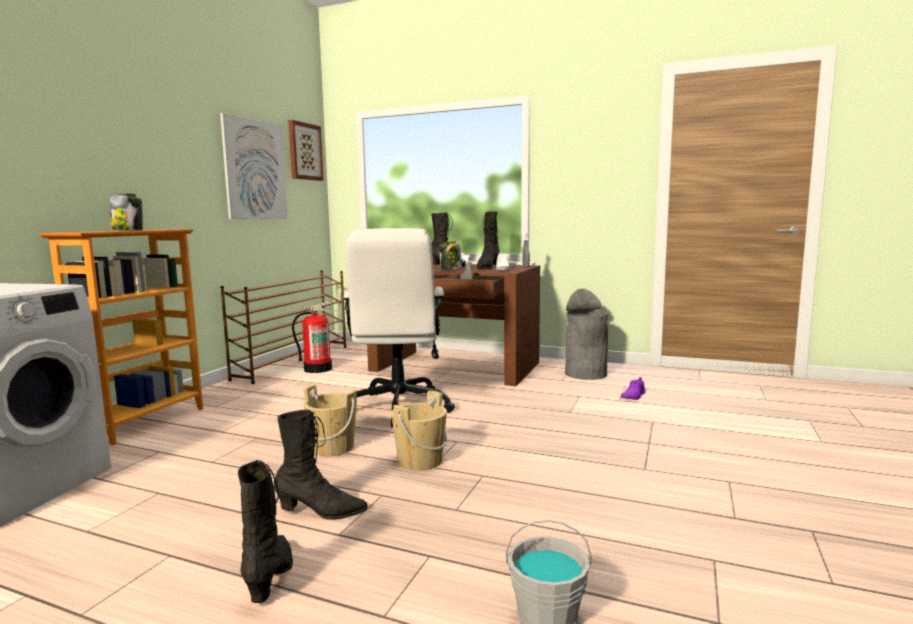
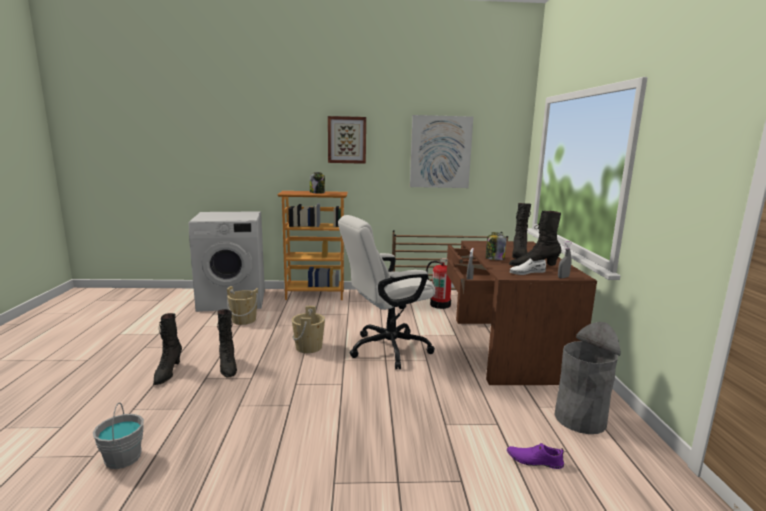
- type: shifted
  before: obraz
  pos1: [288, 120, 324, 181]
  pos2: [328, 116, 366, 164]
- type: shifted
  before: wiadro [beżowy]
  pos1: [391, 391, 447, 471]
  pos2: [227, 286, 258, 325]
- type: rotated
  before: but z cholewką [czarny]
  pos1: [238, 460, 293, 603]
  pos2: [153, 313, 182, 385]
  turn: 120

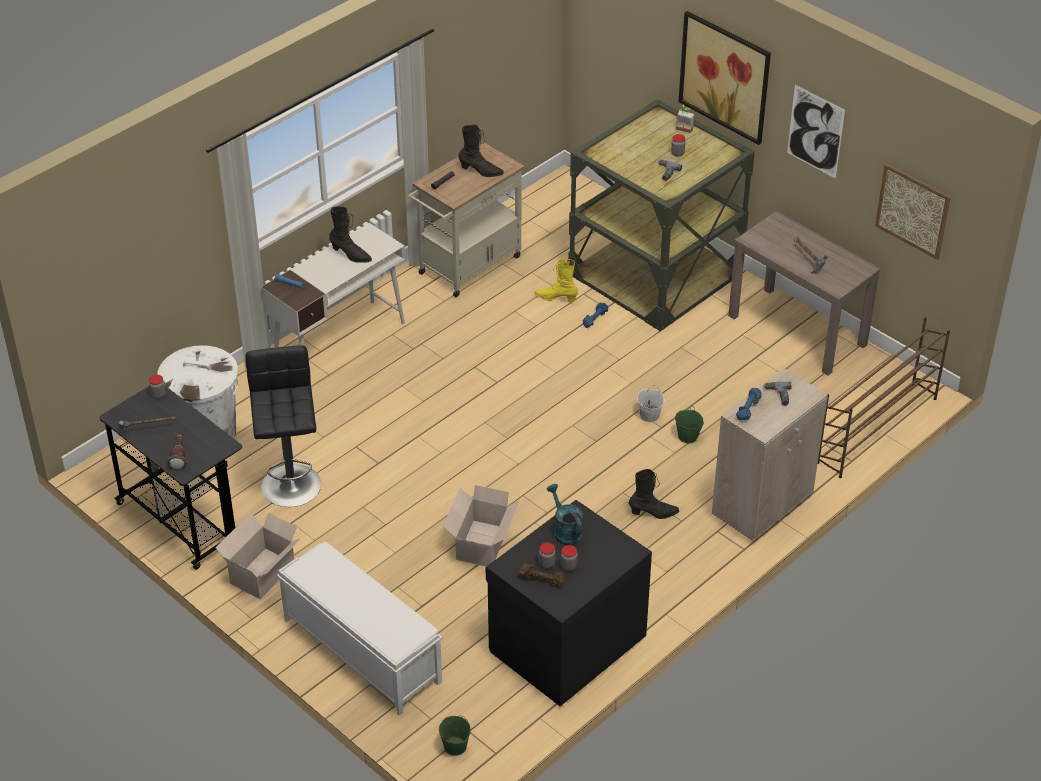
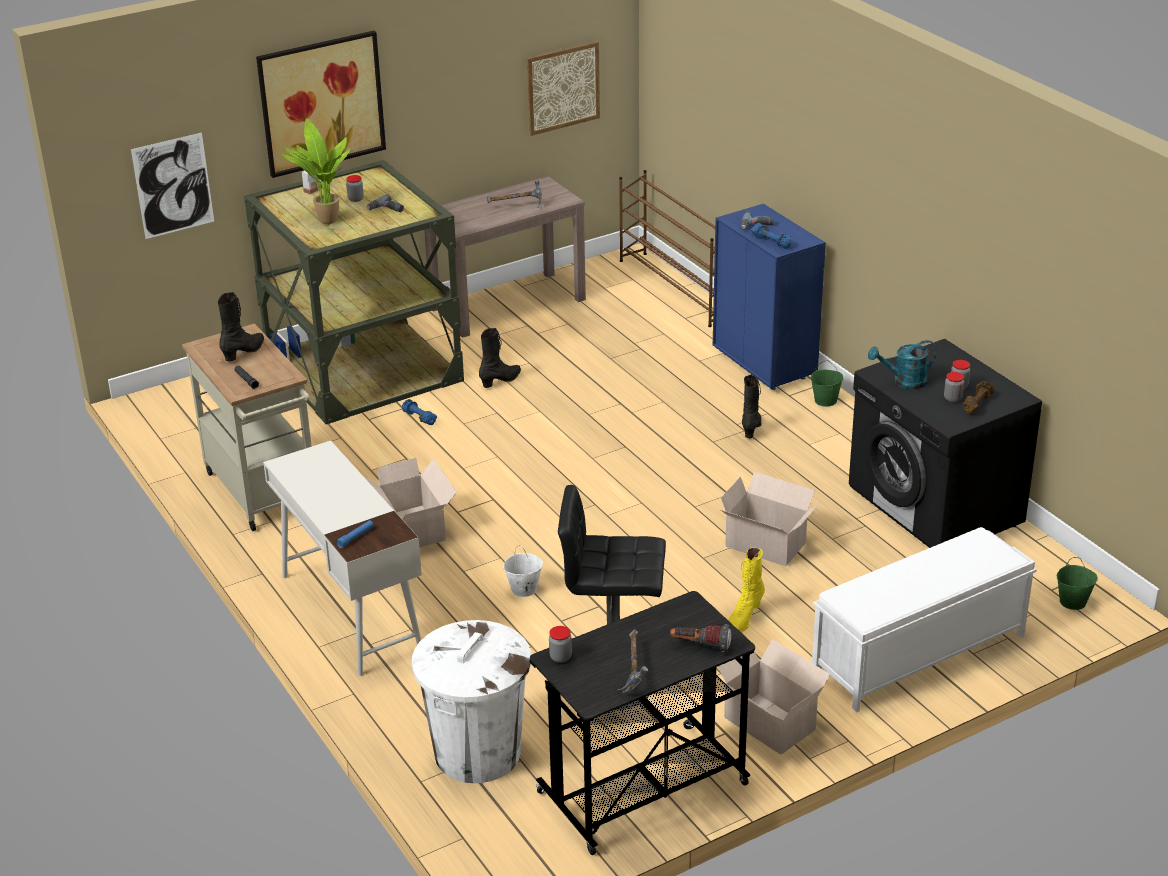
- type: new
  after: roślina doniczkowa
  pos2: [281, 118, 350, 224]
- type: new
  after: karton
  pos2: [363, 458, 457, 548]
- type: shifted
  before: but z cholewką [czarny]
  pos1: [329, 206, 372, 263]
  pos2: [479, 328, 521, 388]
- type: shifted
  before: but z cholewką [żółty]
  pos1: [535, 259, 578, 302]
  pos2: [729, 548, 765, 633]
- type: shifted
  before: wiadro [biały]
  pos1: [637, 386, 664, 422]
  pos2: [503, 545, 543, 597]
- type: shifted
  before: wiadro [zielony]
  pos1: [675, 406, 704, 443]
  pos2: [811, 360, 843, 407]
- type: shifted
  before: obraz
  pos1: [787, 85, 845, 179]
  pos2: [131, 133, 214, 239]
- type: repainted
  before: szafka [beżowy]
  after: szafka [niebieski]
  pos1: [712, 368, 828, 541]
  pos2: [713, 204, 826, 390]

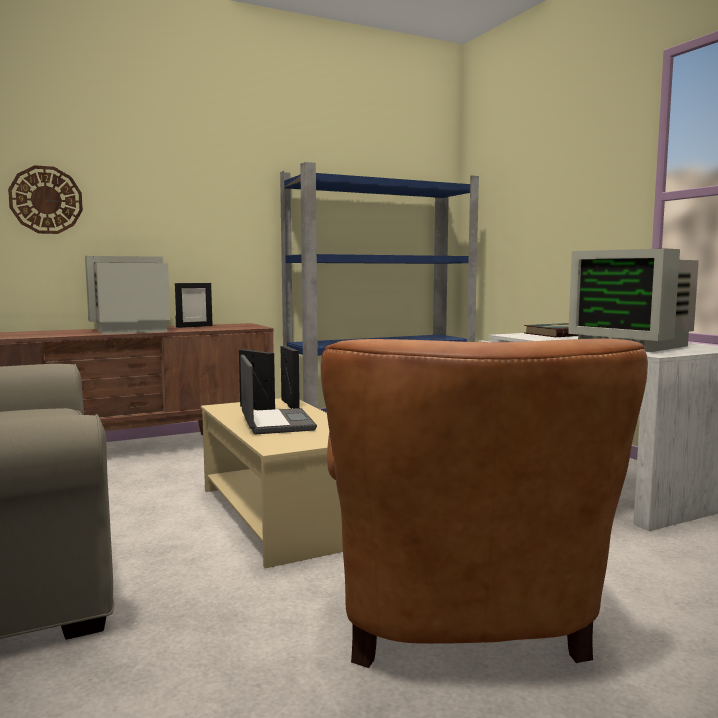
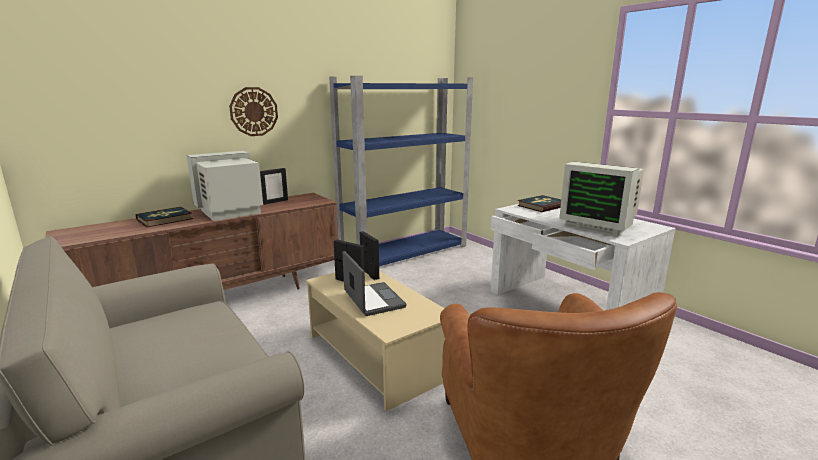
- type: new
  after: książka
  pos2: [135, 207, 193, 228]
- type: shifted
  before: zegar ścienny
  pos1: [8, 165, 83, 234]
  pos2: [229, 87, 278, 136]

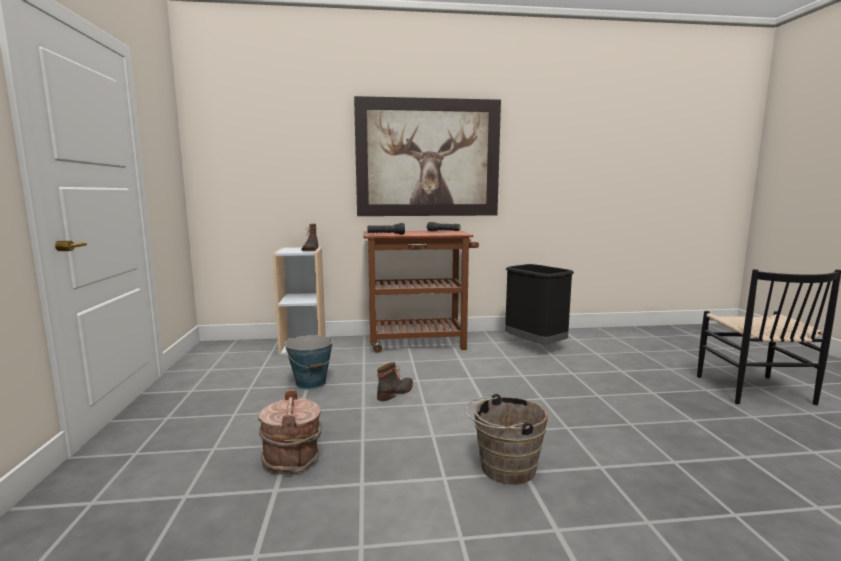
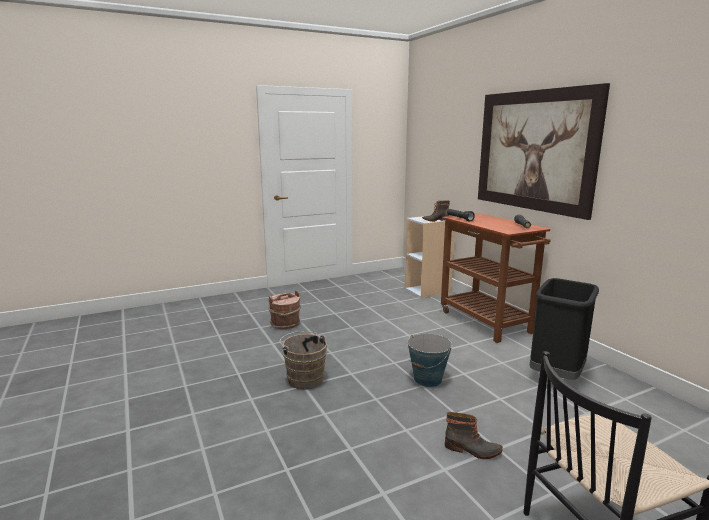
- type: shifted
  before: wiadro
  pos1: [285, 335, 335, 389]
  pos2: [406, 333, 452, 387]
- type: shifted
  before: but z cholewką
  pos1: [377, 362, 413, 401]
  pos2: [445, 412, 503, 459]

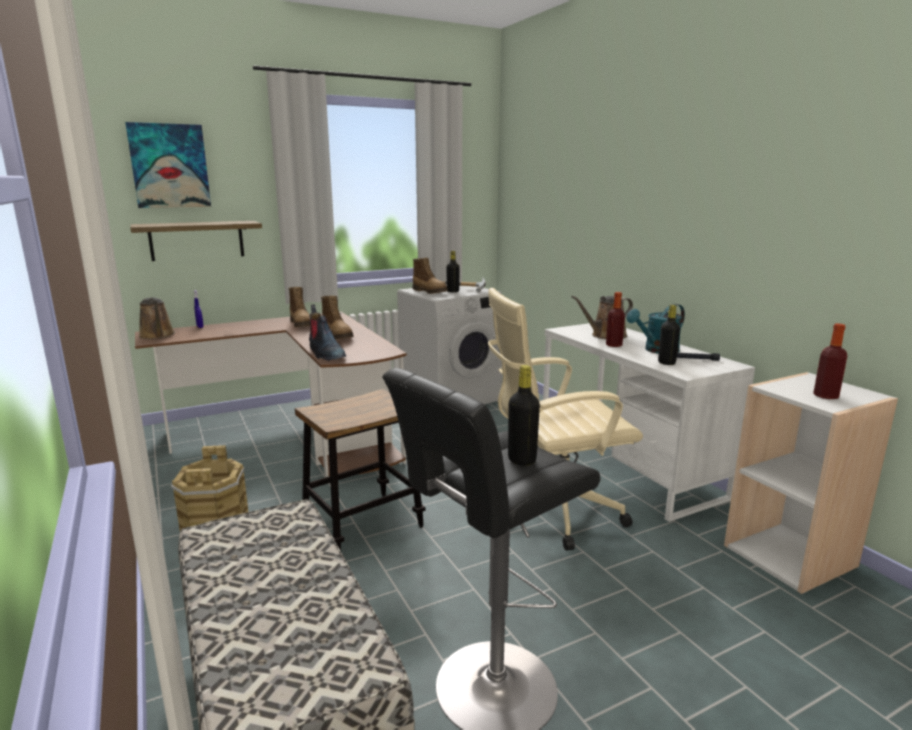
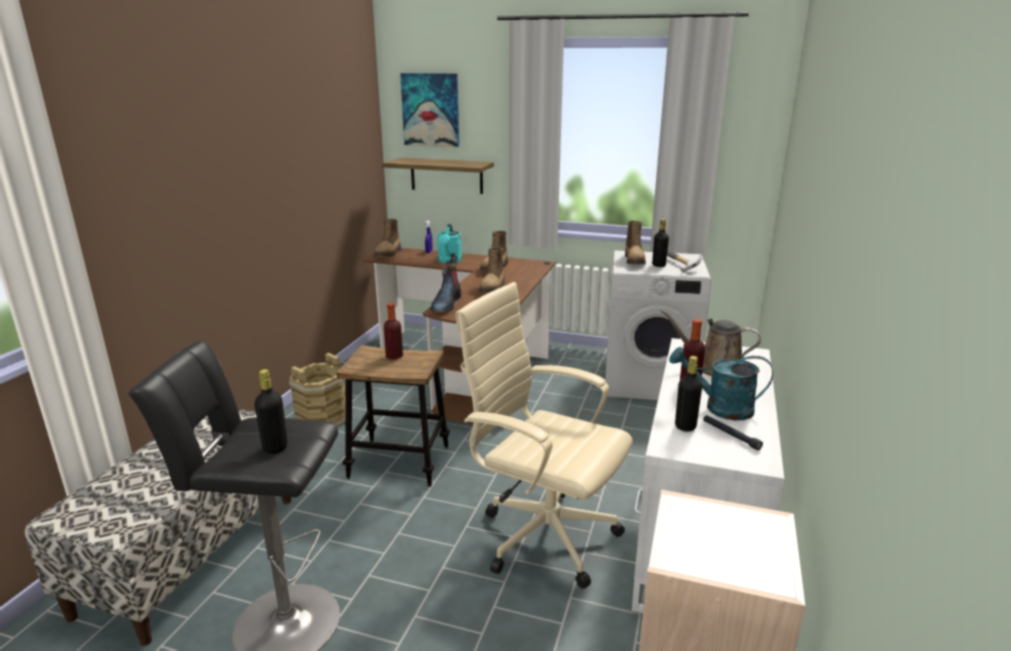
- type: new
  after: konewka [turkusowy]
  pos2: [437, 224, 462, 263]
- type: shifted
  before: butelka
  pos1: [813, 324, 847, 399]
  pos2: [384, 303, 403, 360]
- type: swapped
  before: konewka [brązowy]
  after: but z cholewką
  pos1: [139, 297, 175, 339]
  pos2: [374, 219, 401, 257]

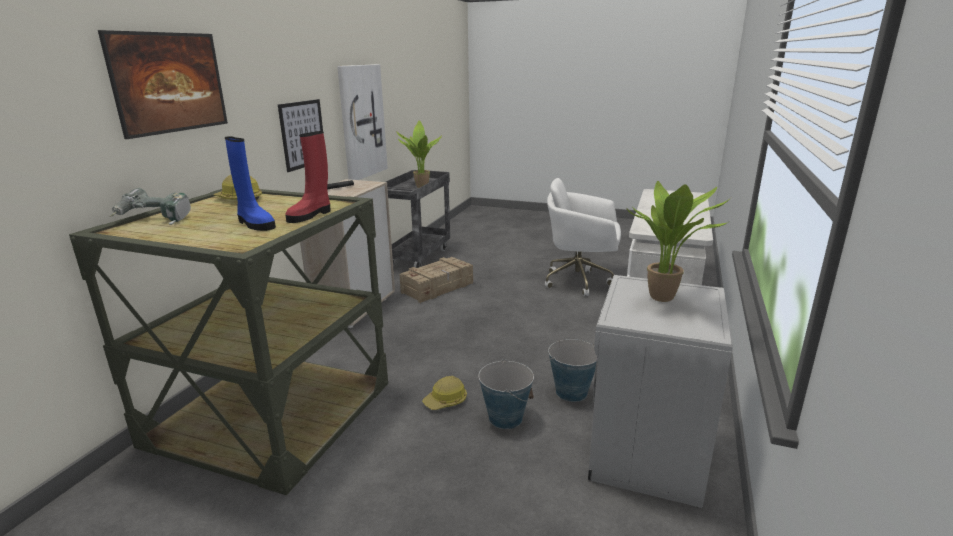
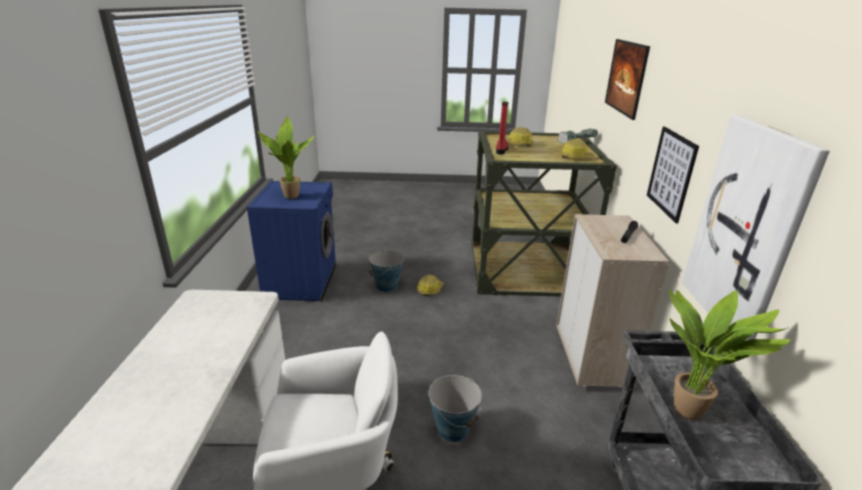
- type: gone
  before: skrzynka
  pos1: [399, 257, 473, 303]
- type: shifted
  before: wiadro
  pos1: [546, 339, 597, 402]
  pos2: [429, 375, 482, 442]
- type: swapped
  before: but z cholewką [niebieski]
  after: kask
  pos1: [225, 136, 276, 231]
  pos2: [505, 127, 534, 146]
- type: repainted
  before: pralka [biały]
  after: pralka [niebieski]
  pos1: [588, 275, 733, 508]
  pos2: [247, 181, 336, 301]

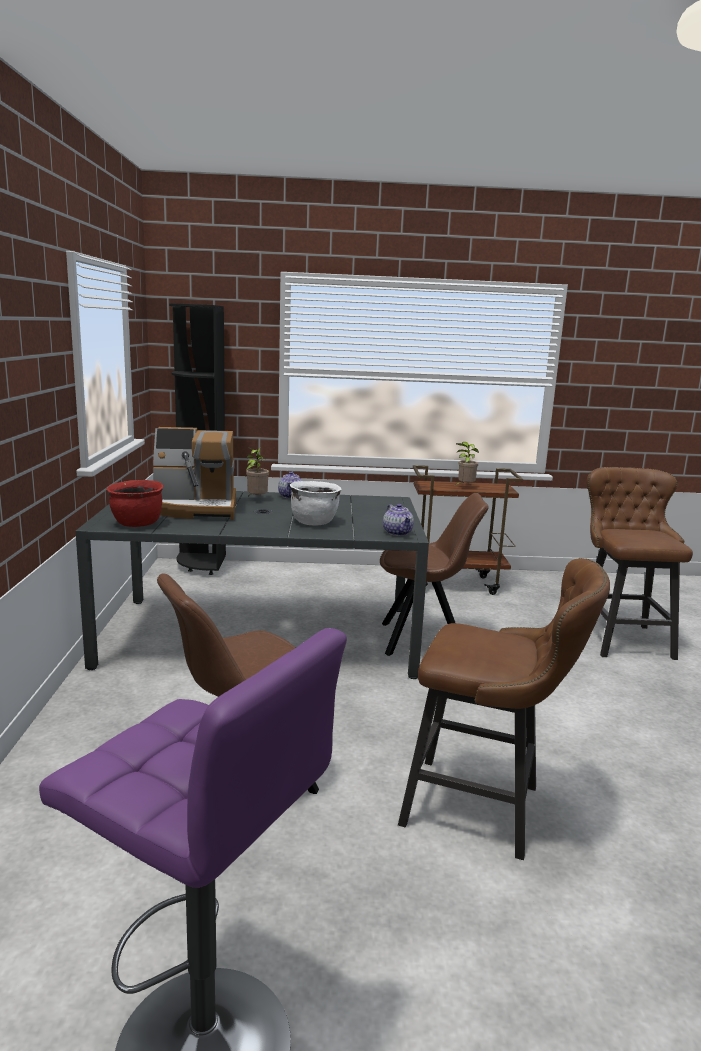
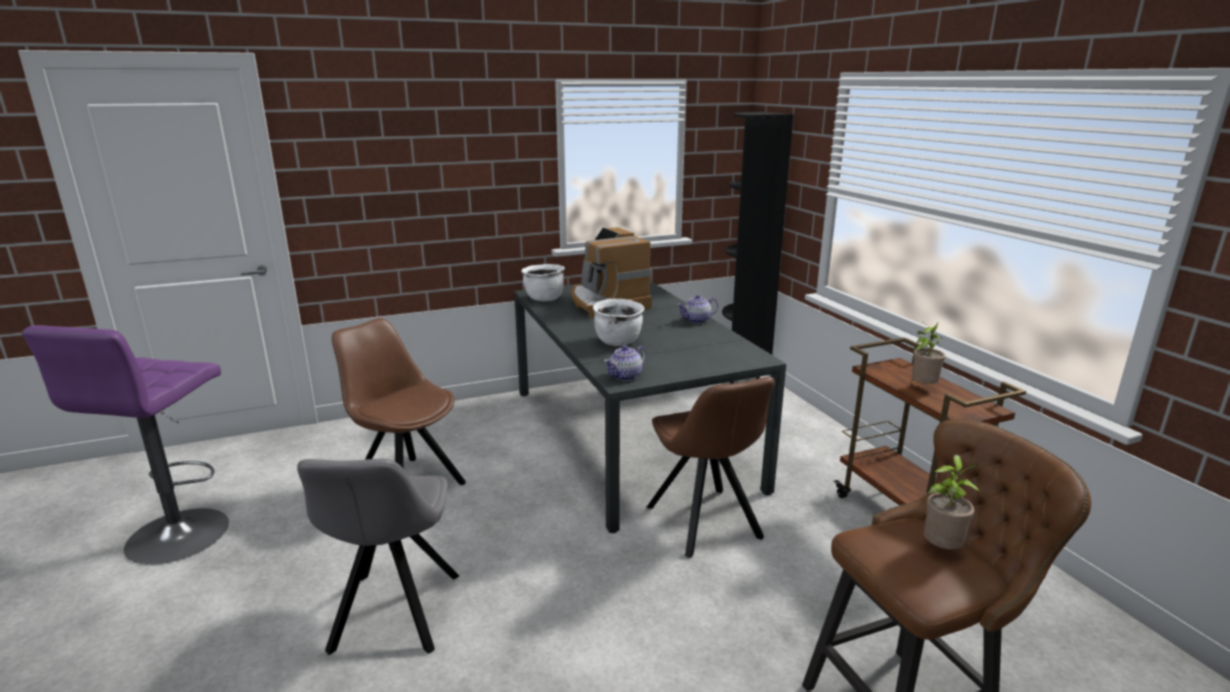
- type: shifted
  before: roślina doniczkowa
  pos1: [246, 447, 269, 497]
  pos2: [924, 455, 980, 550]
- type: swapped
  before: stołek [brązowy]
  after: krzesło [szary]
  pos1: [398, 558, 610, 860]
  pos2: [297, 459, 459, 655]
- type: repainted
  before: garnek [czerwony]
  after: garnek [biały]
  pos1: [107, 480, 163, 527]
  pos2: [521, 264, 565, 301]

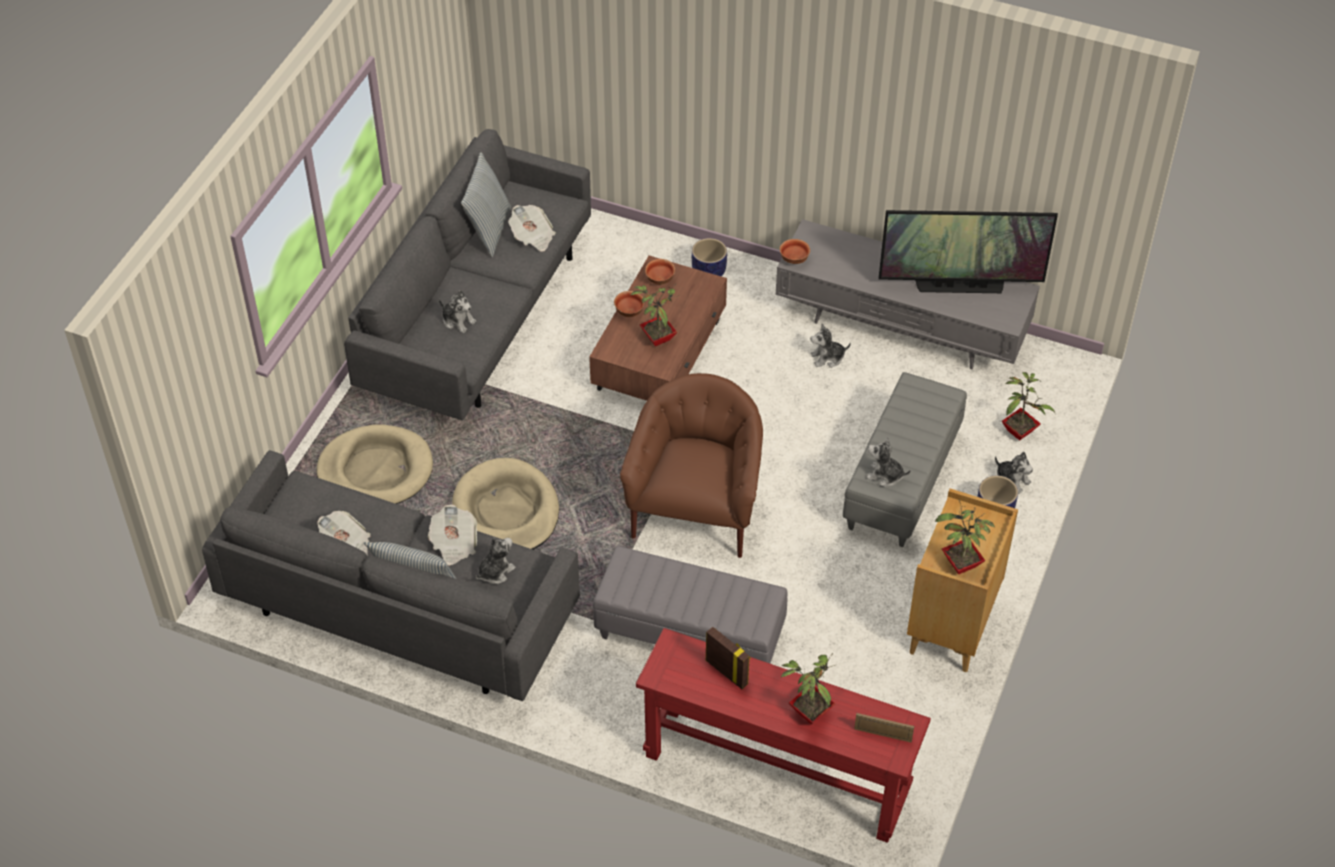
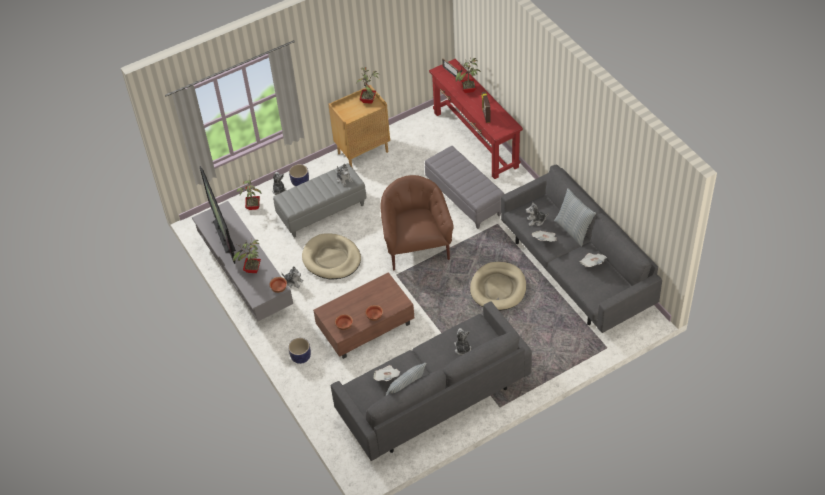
- type: shifted
  before: legowisko [beżowy]
  pos1: [316, 425, 433, 504]
  pos2: [302, 233, 361, 279]
- type: shifted
  before: roślina doniczkowa
  pos1: [630, 284, 677, 346]
  pos2: [233, 240, 261, 273]
- type: rotated
  before: fotel [brązowy]
  pos1: [620, 373, 763, 558]
  pos2: [381, 175, 454, 270]
  turn: 120
- type: rotated
  before: telewizor
  pos1: [879, 210, 1058, 293]
  pos2: [200, 166, 236, 264]
  turn: -150

